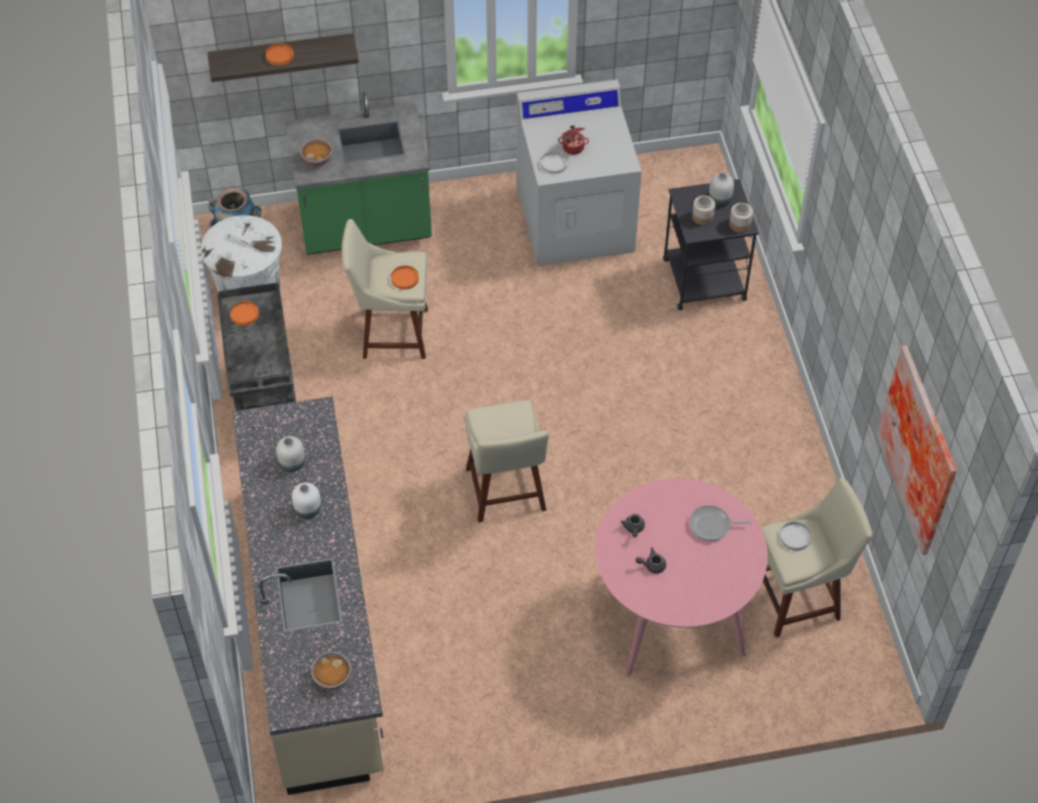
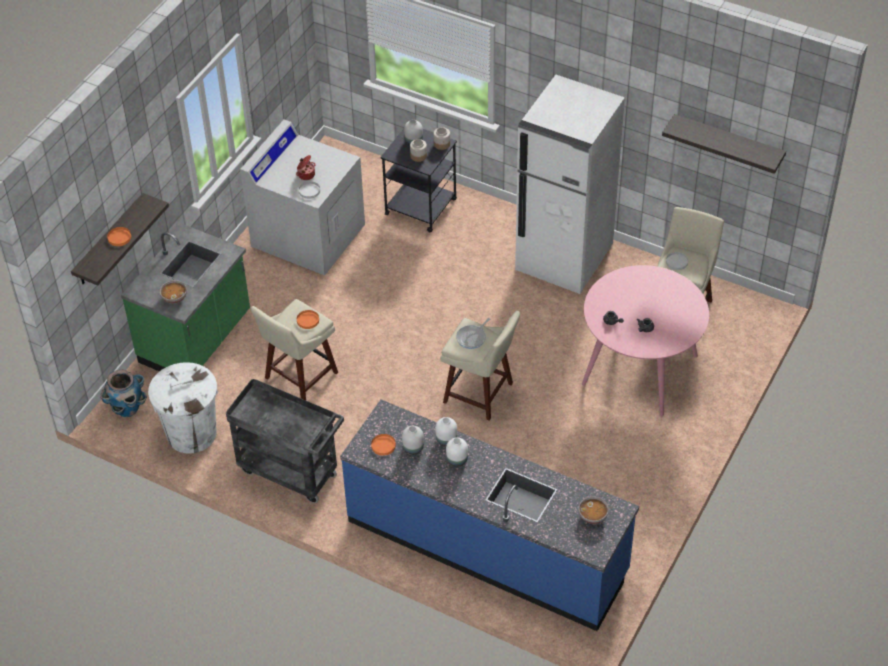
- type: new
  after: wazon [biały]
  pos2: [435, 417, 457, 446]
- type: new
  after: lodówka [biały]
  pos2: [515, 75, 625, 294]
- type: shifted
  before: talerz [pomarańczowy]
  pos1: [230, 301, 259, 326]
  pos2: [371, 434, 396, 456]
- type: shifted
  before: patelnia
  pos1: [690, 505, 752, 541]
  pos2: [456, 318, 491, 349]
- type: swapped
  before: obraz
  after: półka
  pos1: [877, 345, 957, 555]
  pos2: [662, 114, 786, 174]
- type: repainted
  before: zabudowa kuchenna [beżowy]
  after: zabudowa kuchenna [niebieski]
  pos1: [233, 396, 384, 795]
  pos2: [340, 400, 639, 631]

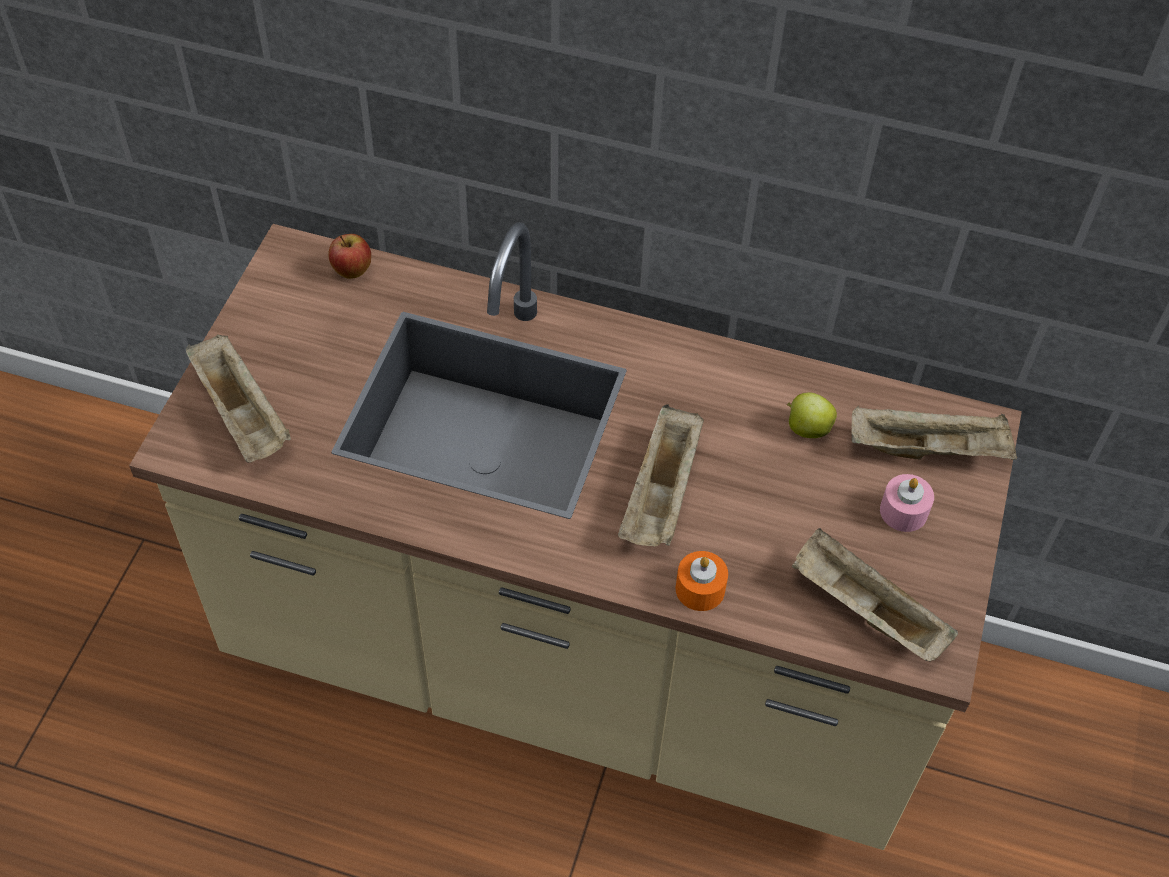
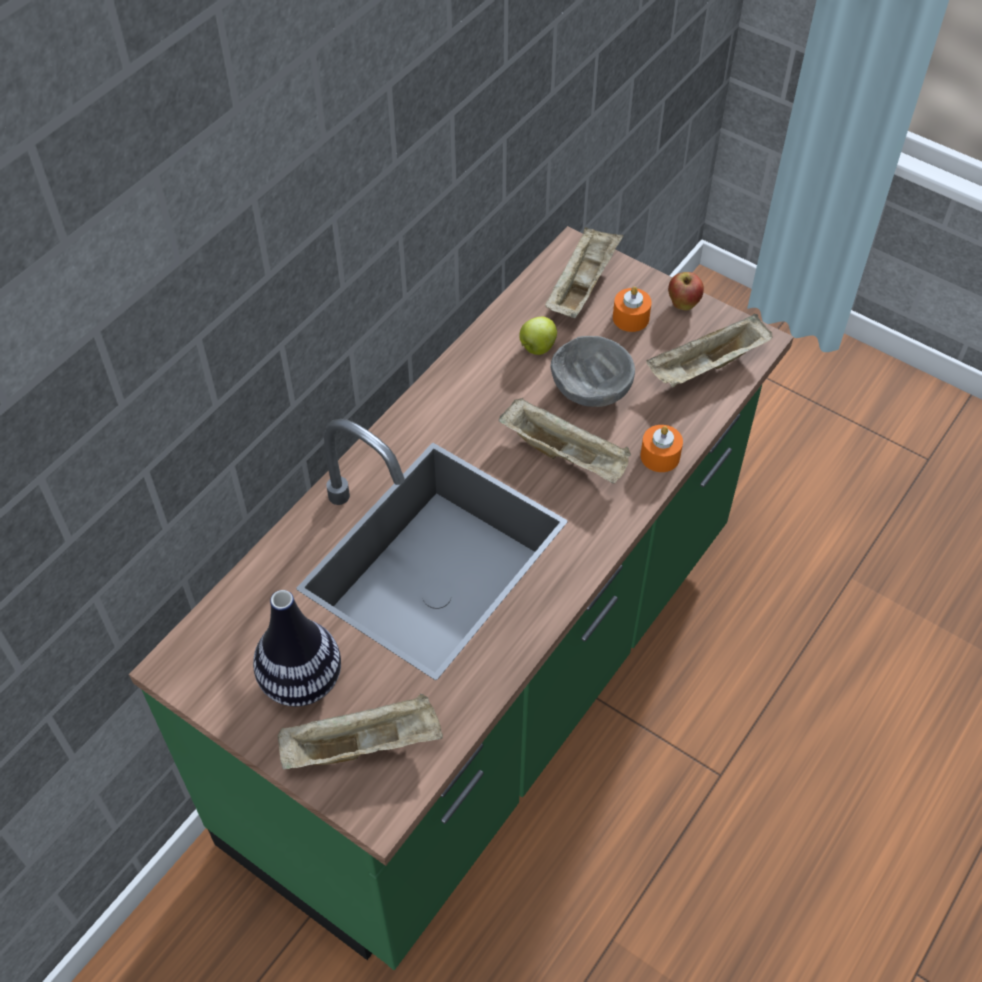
- type: new
  after: wazon
  pos2: [253, 590, 341, 706]
- type: new
  after: miska [szary]
  pos2: [550, 336, 635, 407]
- type: shifted
  before: jabłko
  pos1: [328, 234, 371, 279]
  pos2: [668, 272, 704, 310]
- type: repainted
  before: zabudowa kuchenna [beżowy]
  after: zabudowa kuchenna [zielony]
  pos1: [129, 222, 1022, 850]
  pos2: [129, 226, 794, 970]
- type: repainted
  before: świeca [różowy]
  after: świeca [pomarańczowy]
  pos1: [880, 474, 934, 532]
  pos2: [613, 287, 652, 332]

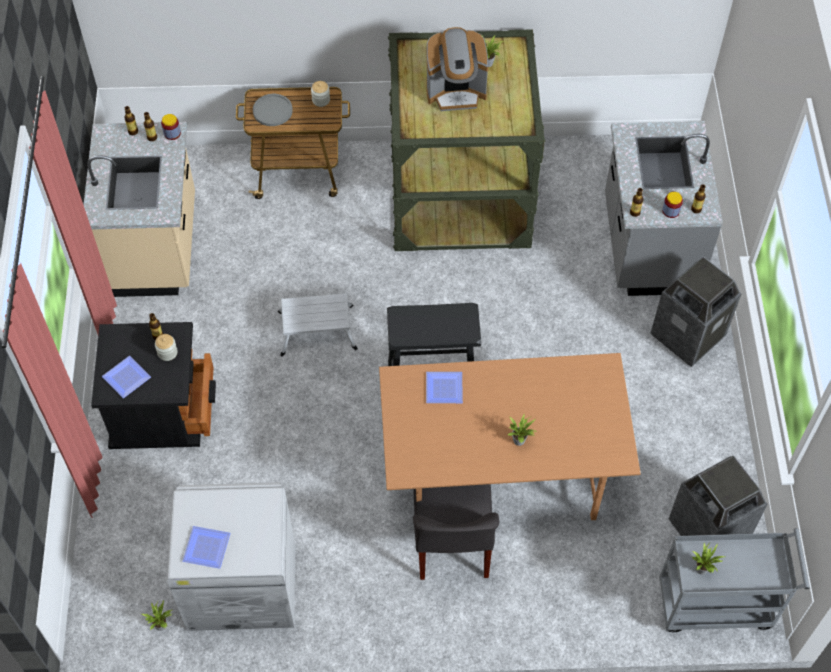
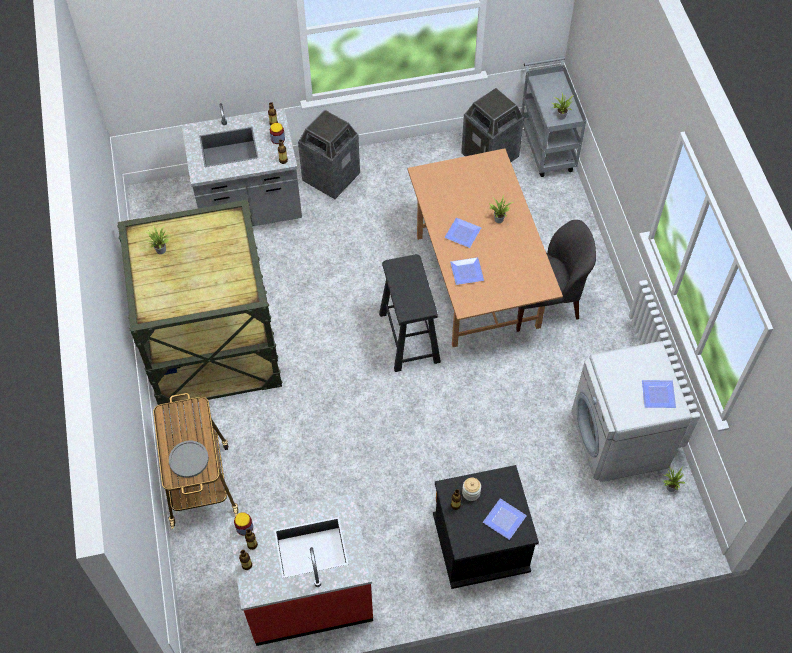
- type: gone
  before: drabinka [biały]
  pos1: [278, 293, 358, 357]
- type: gone
  before: słoik
  pos1: [311, 81, 330, 107]
- type: gone
  before: ekspres do kawy
  pos1: [426, 27, 488, 111]
- type: new
  after: talerz
  pos2: [444, 218, 481, 248]
- type: repainted
  before: zabudowa kuchenna [beżowy]
  after: zabudowa kuchenna [czerwony]
  pos1: [84, 122, 195, 297]
  pos2: [228, 493, 373, 646]

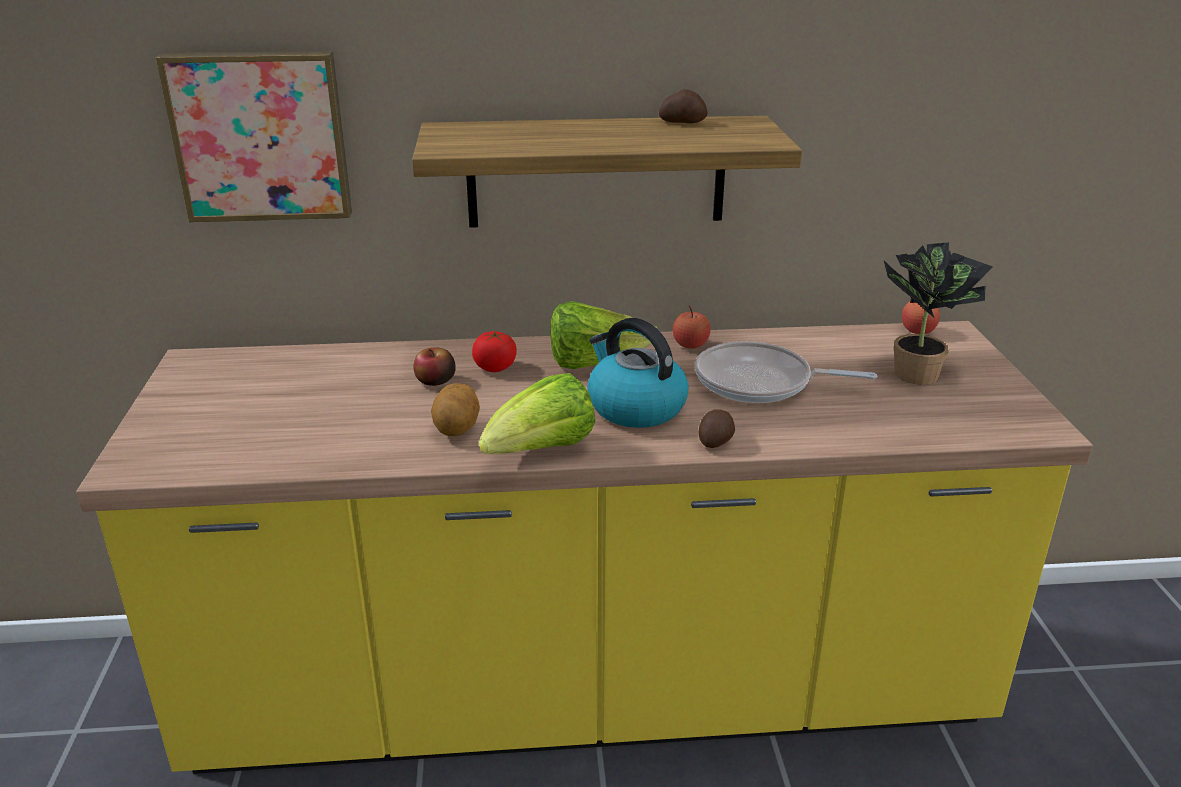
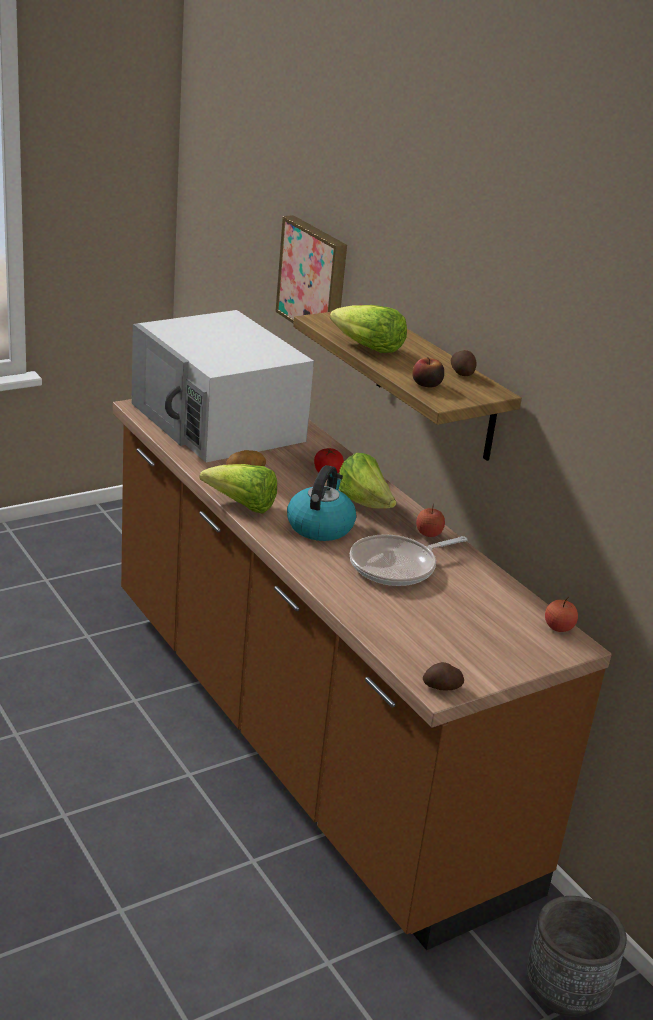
- type: gone
  before: roślina doniczkowa
  pos1: [884, 242, 993, 385]
- type: new
  after: mikrofalówka [biały]
  pos2: [131, 310, 314, 462]
- type: new
  after: sałata
  pos2: [330, 305, 407, 353]
- type: new
  after: donica [szary]
  pos2: [527, 896, 627, 1017]
- type: shifted
  before: jabłko
  pos1: [413, 347, 456, 386]
  pos2: [412, 357, 444, 387]
- type: shifted
  before: ziemniak
  pos1: [698, 409, 735, 448]
  pos2: [423, 662, 464, 690]
- type: repainted
  before: zabudowa kuchenna [żółty]
  after: zabudowa kuchenna [brązowy]
  pos1: [76, 321, 1093, 774]
  pos2: [113, 399, 612, 950]
- type: rotated
  before: patelnia
  pos1: [695, 341, 878, 403]
  pos2: [350, 534, 468, 586]
  turn: -105

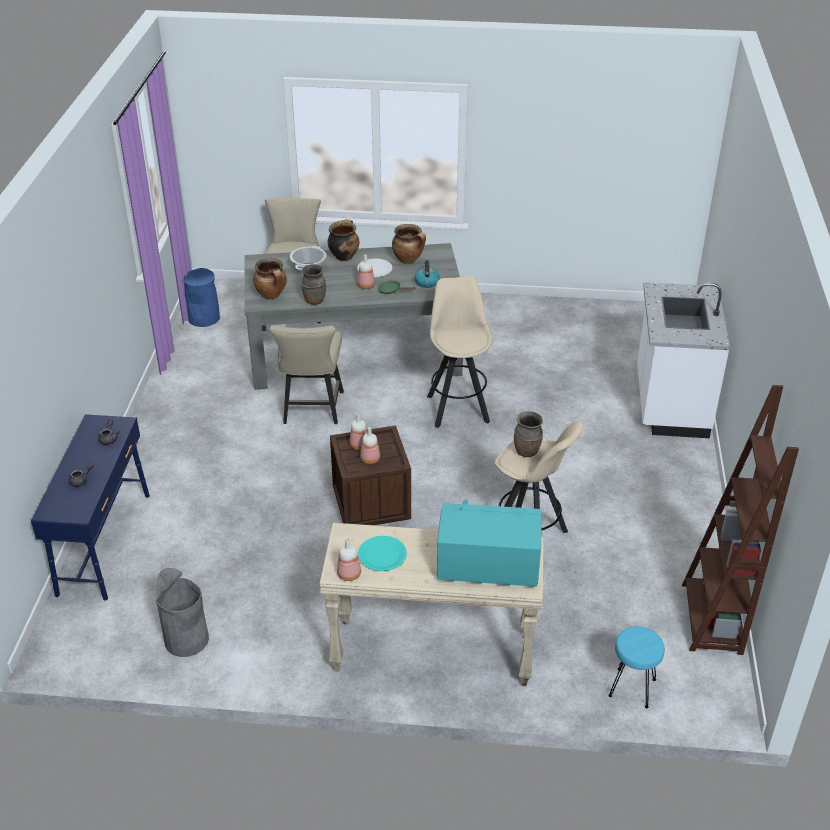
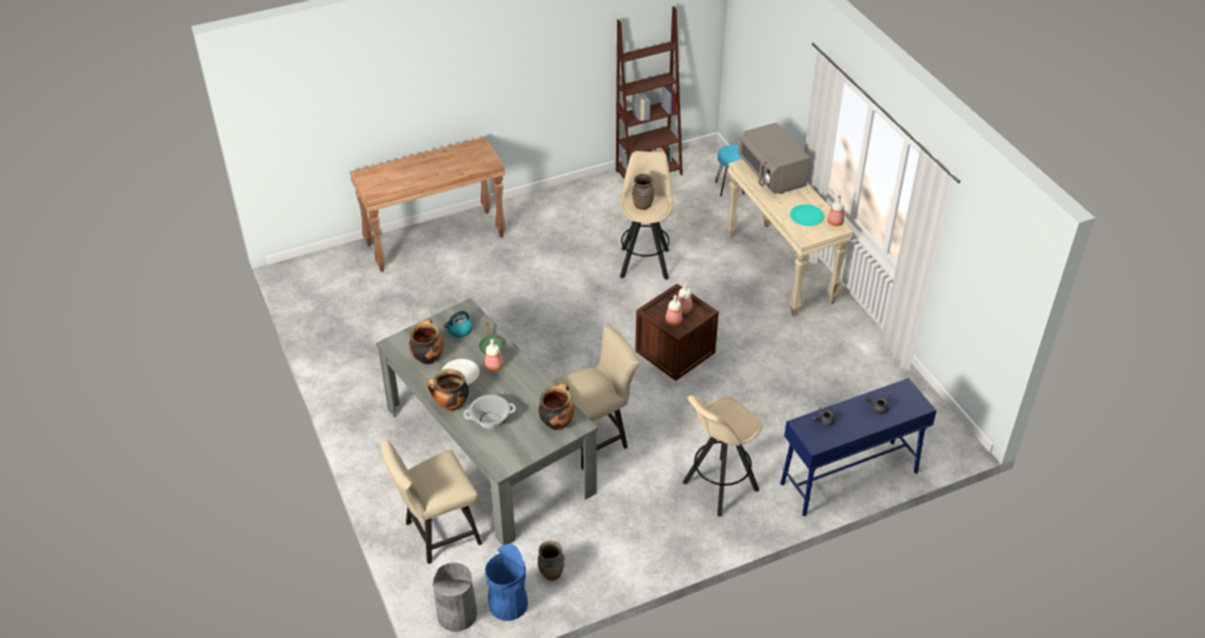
- type: shifted
  before: kosz na śmieci [szary]
  pos1: [155, 568, 209, 657]
  pos2: [432, 563, 477, 632]
- type: shifted
  before: wazon [brązowy]
  pos1: [302, 264, 326, 305]
  pos2: [538, 540, 565, 580]
- type: shifted
  before: stołek [beżowy]
  pos1: [427, 276, 493, 428]
  pos2: [683, 395, 762, 516]
- type: swapped
  before: zabudowa kuchenna [biały]
  after: stolik konsolowy [brązowy]
  pos1: [637, 282, 730, 438]
  pos2: [350, 137, 506, 272]
- type: repainted
  before: mikrofalówka [turkusowy]
  after: mikrofalówka [szary]
  pos1: [436, 500, 542, 587]
  pos2: [738, 122, 810, 194]

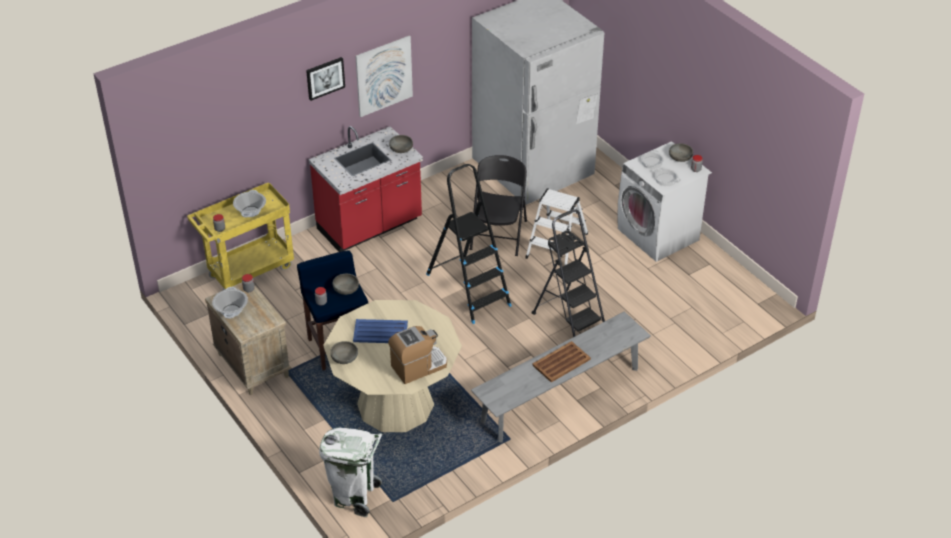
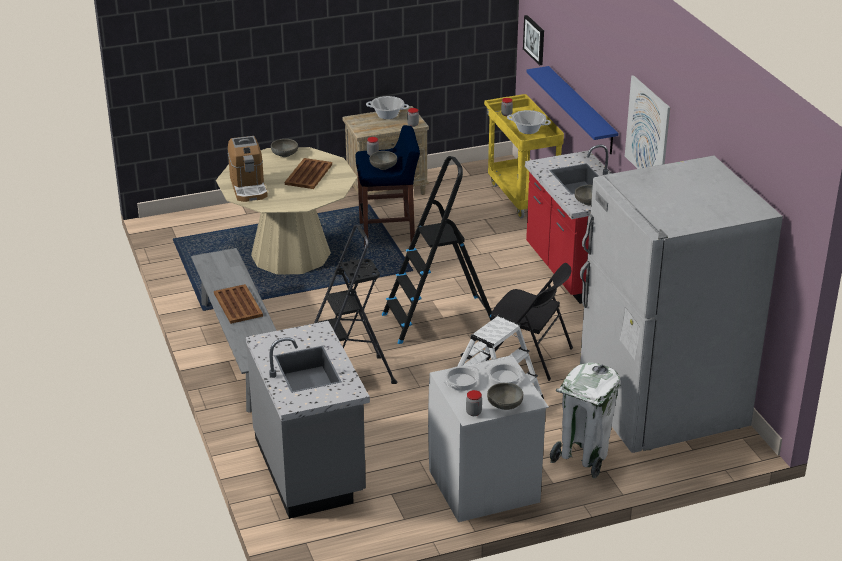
- type: new
  after: zabudowa kuchenna [szary]
  pos2: [246, 321, 370, 519]
- type: new
  after: półka [niebieski]
  pos2: [526, 66, 618, 154]
- type: shifted
  before: obraz
  pos1: [306, 57, 345, 101]
  pos2: [523, 15, 544, 65]
- type: shifted
  before: kosz na śmieci [biały]
  pos1: [319, 428, 382, 517]
  pos2: [550, 362, 621, 478]
- type: repainted
  before: taca [niebieski]
  after: taca [brązowy]
  pos1: [353, 319, 408, 343]
  pos2: [285, 158, 332, 189]

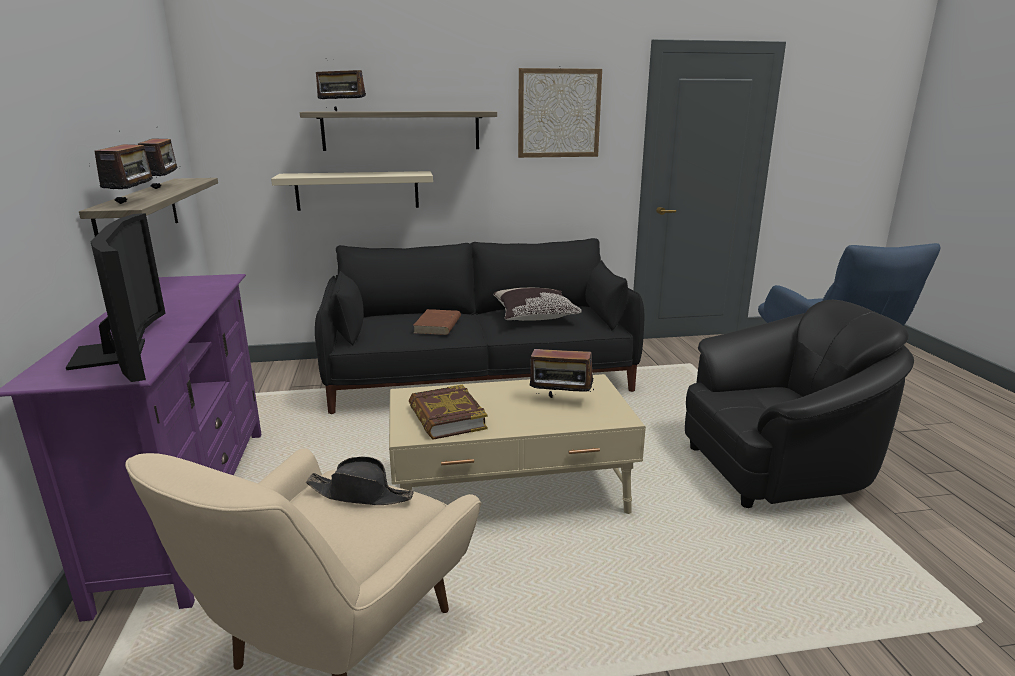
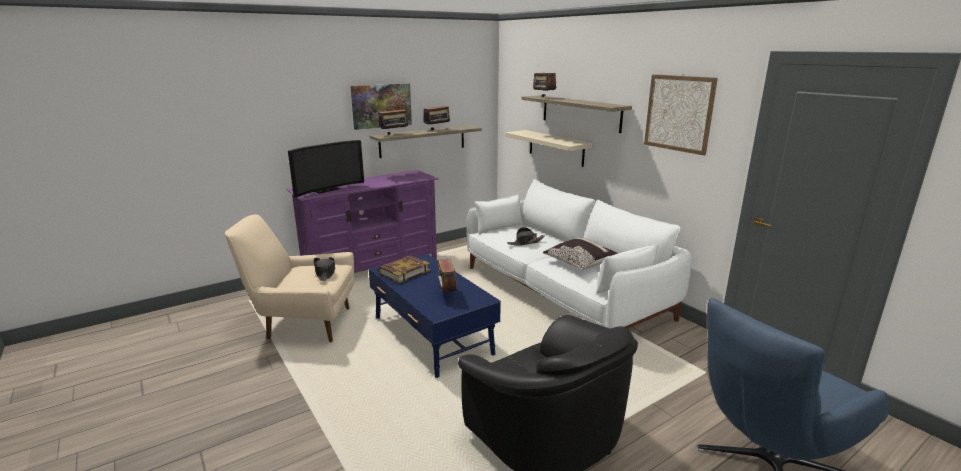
- type: new
  after: obraz
  pos2: [350, 83, 412, 130]
- type: swapped
  before: książka [brązowy]
  after: kapelusz [czarny]
  pos1: [413, 309, 461, 335]
  pos2: [507, 227, 545, 246]
- type: repainted
  before: kanapa [czarny]
  after: kanapa [biały]
  pos1: [315, 238, 645, 414]
  pos2: [466, 179, 692, 329]
- type: repainted
  before: ława [beżowy]
  after: ława [niebieski]
  pos1: [389, 374, 646, 514]
  pos2: [369, 254, 501, 378]

